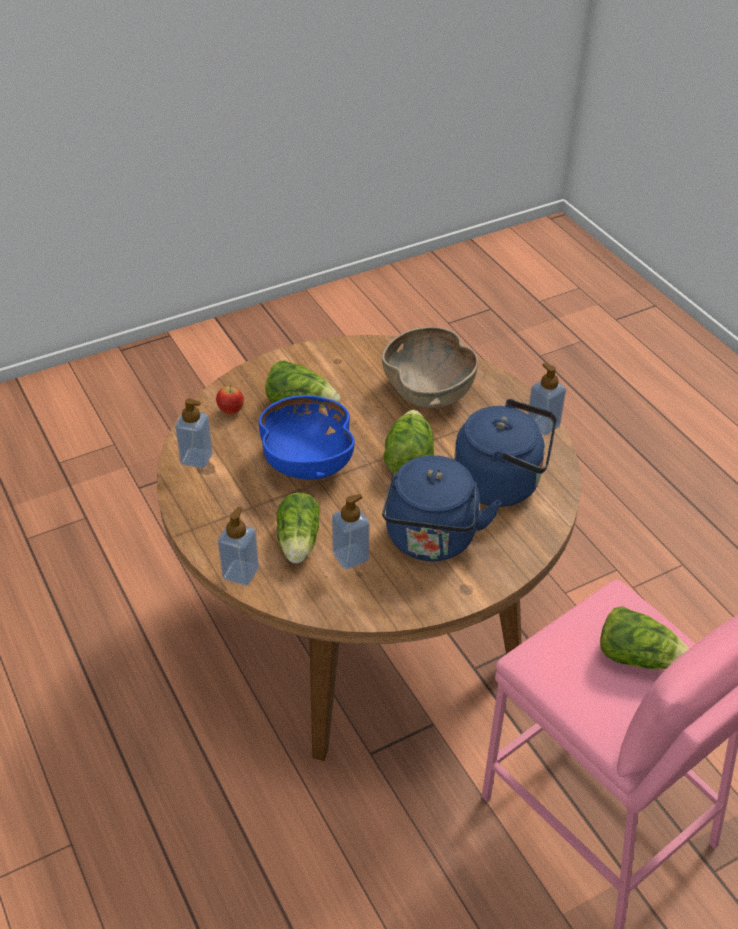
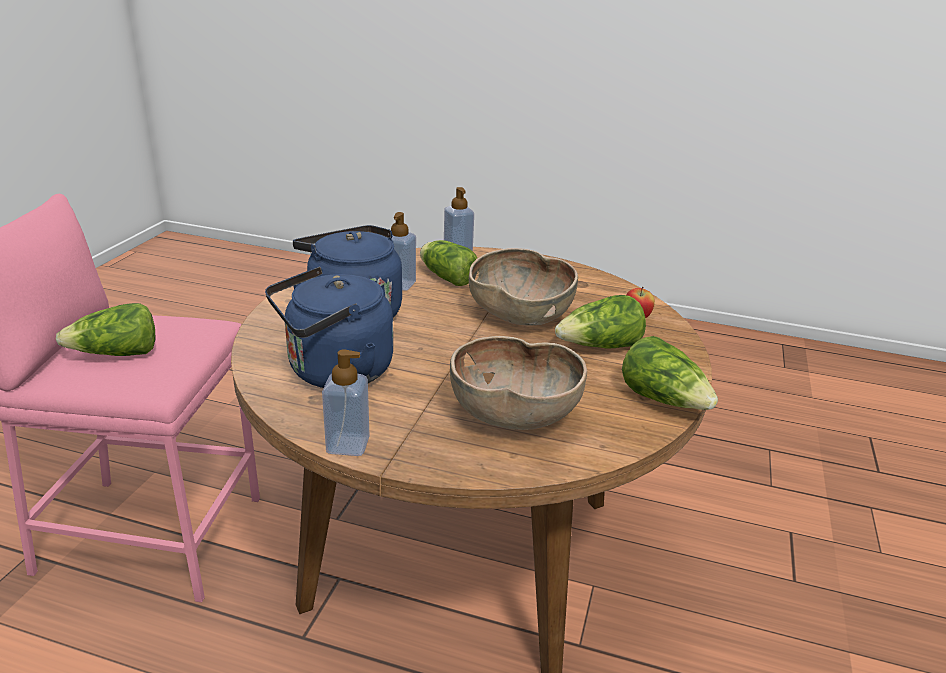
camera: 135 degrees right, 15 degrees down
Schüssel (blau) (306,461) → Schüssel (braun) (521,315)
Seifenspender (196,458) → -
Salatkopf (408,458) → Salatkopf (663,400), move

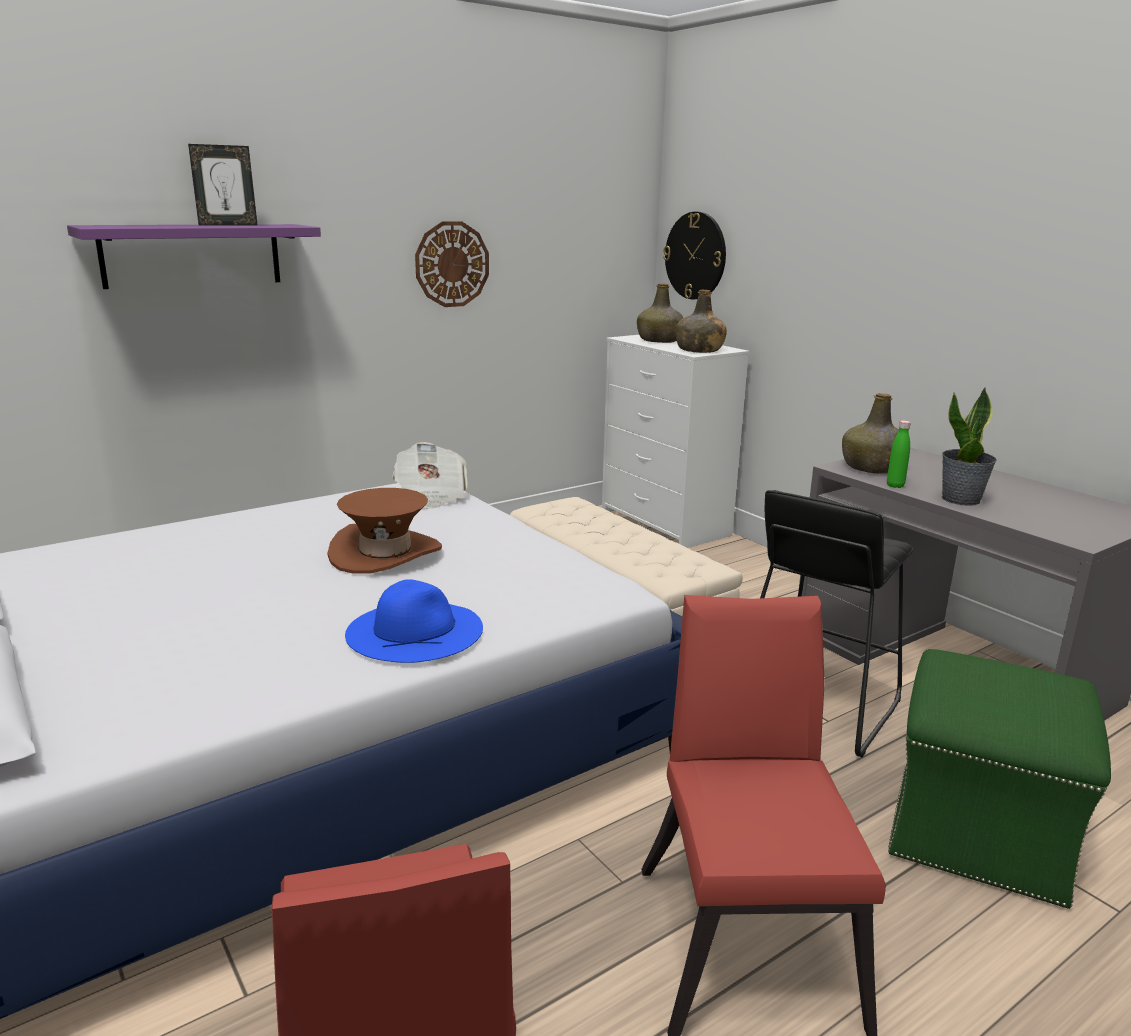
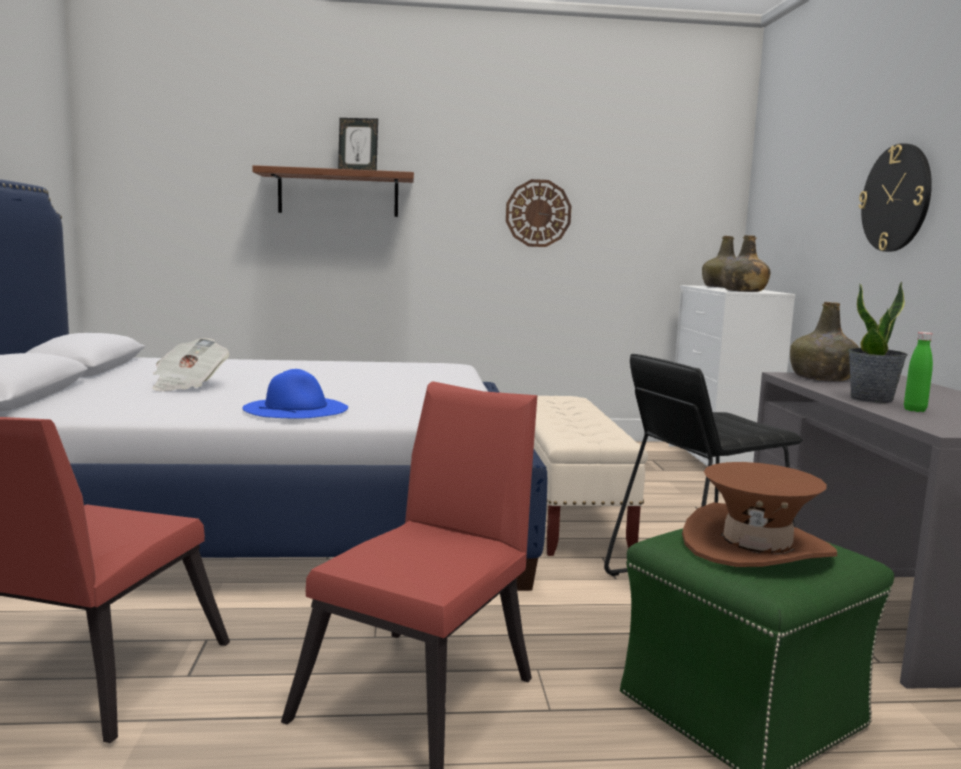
camera: 30 degrees right, 10 degrees down
Wanduhr (695,256) → Wanduhr (896,198), move
Wandregal (lila) (192,255) → Wandregal (braun) (338,194)
Flasche (grün) (895,486) → Flasche (grün) (914,410), move
Zeitung (431,496) → Zeitung (188,385), move
Hut (braun) (385,553) → Hut (braun) (756,547), move

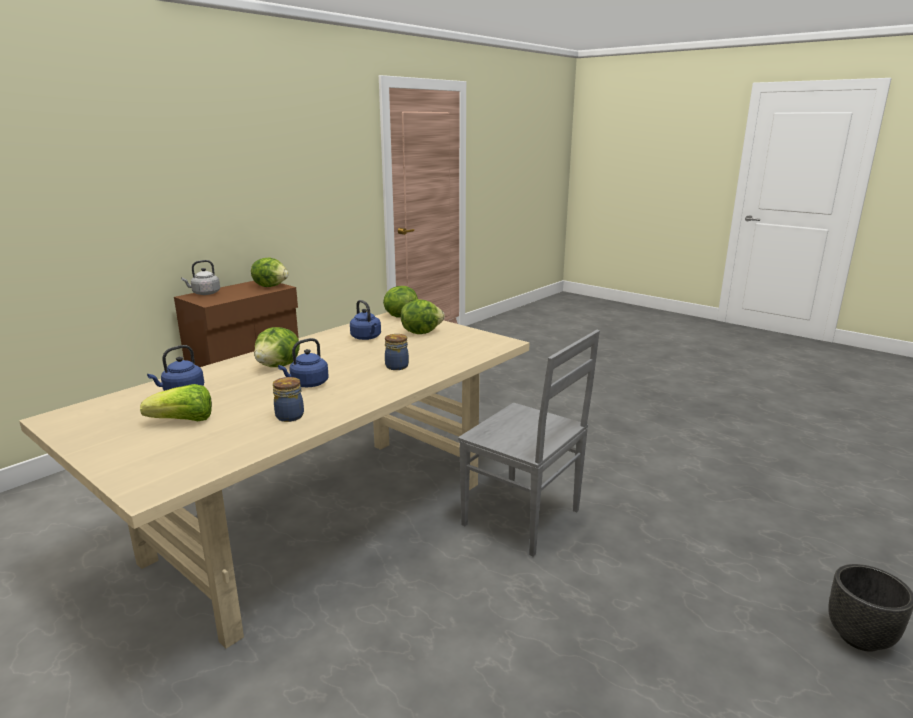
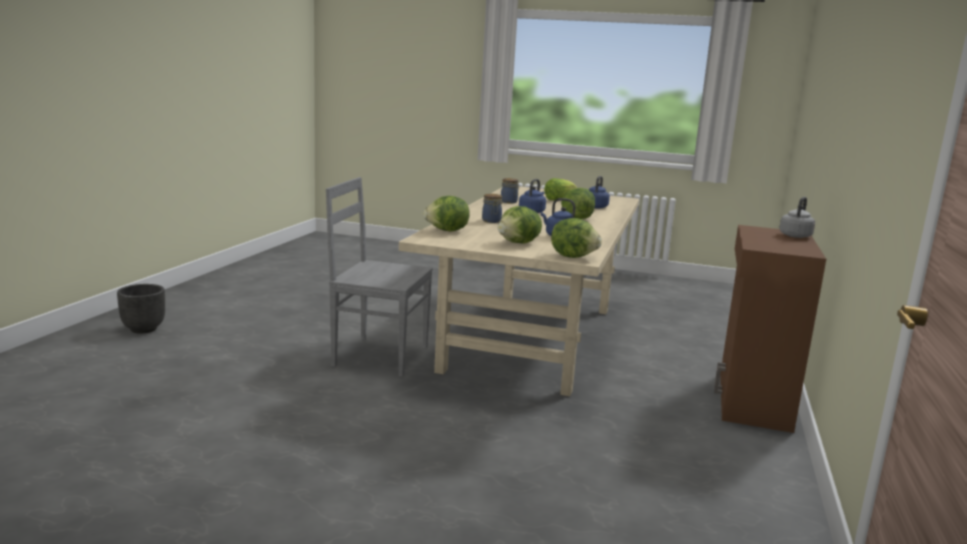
camera: 155 degrees right, 5 degrees down
Salatkopf (271,286) → Salatkopf (447,231), move

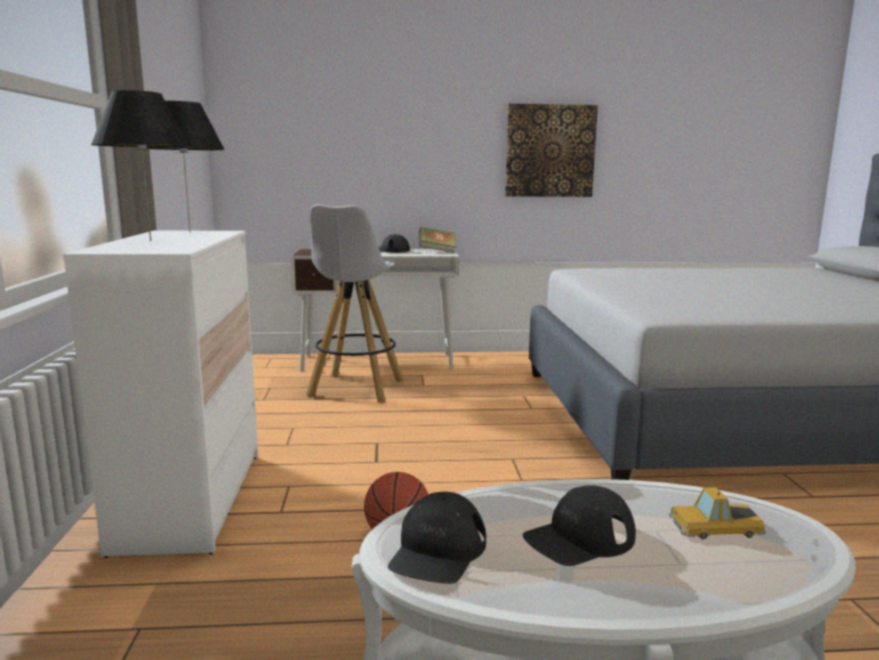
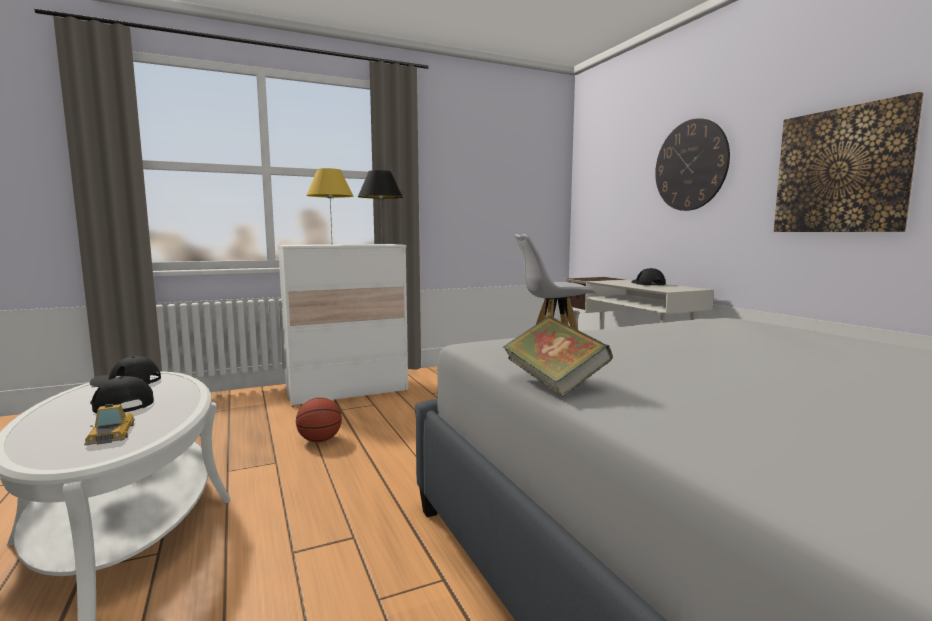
camera: 70 degrees right, 5 degrees down
Tischlampe (schwarz) (151,241) → Tischlampe (gelb) (332,244)
Buch (437,252) → Buch (554,382), move
- → Wanduhr (690,165)

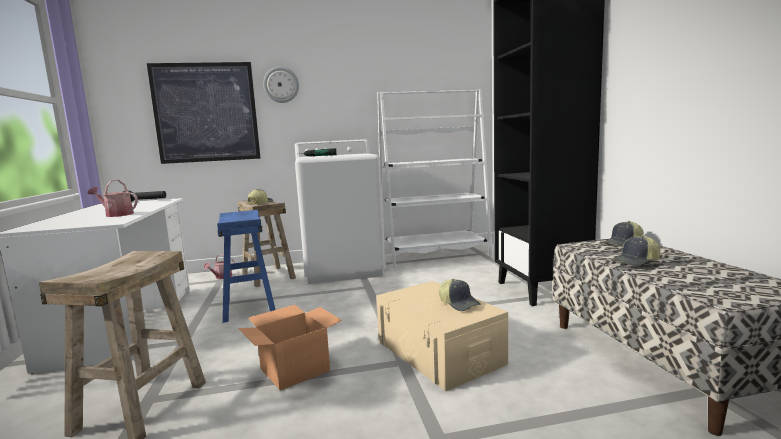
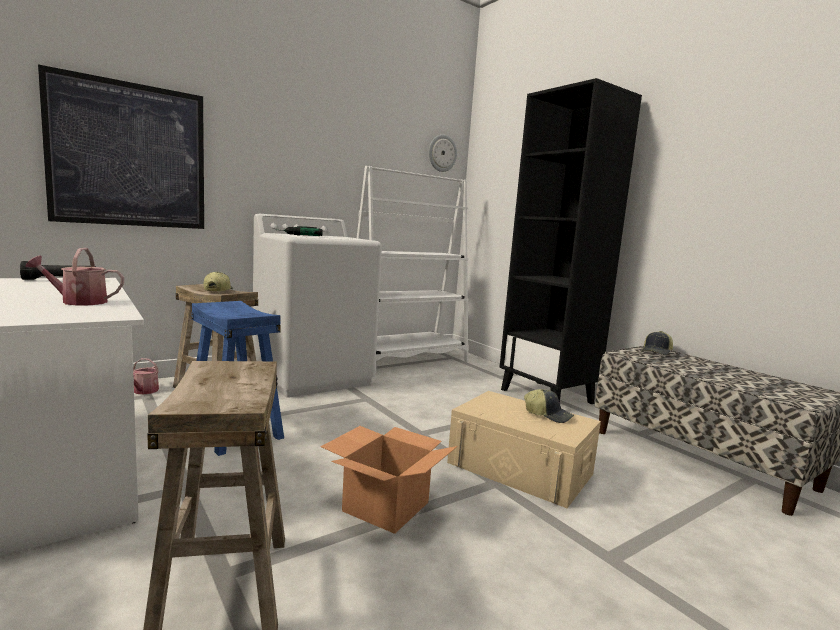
camera: 25 degrees left, 0 degrees up
Wanduhr (281,85) → Wanduhr (442,153), move
Kappe (636,262) → -

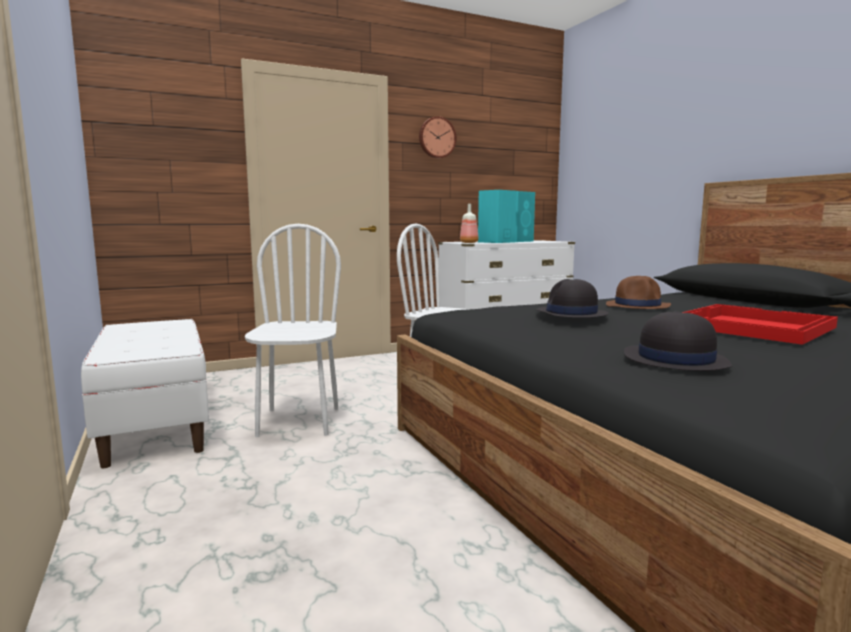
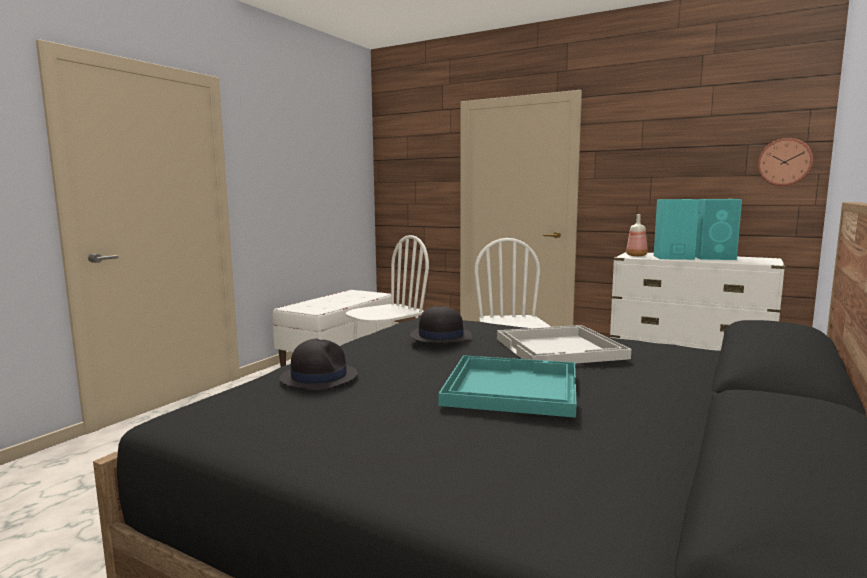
camera: 55 degrees right, 0 degrees up
Wanduhr (436,137) → Wanduhr (784,162), move
Hut (braun) (638,306) → Tablett (weiß) (560,348)
Tablett (rot) (751,326) → Tablett (türkis) (510,387)

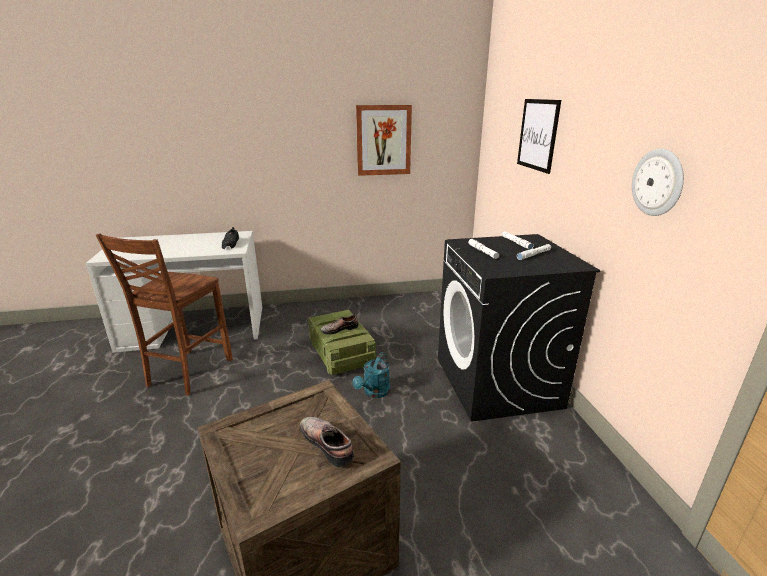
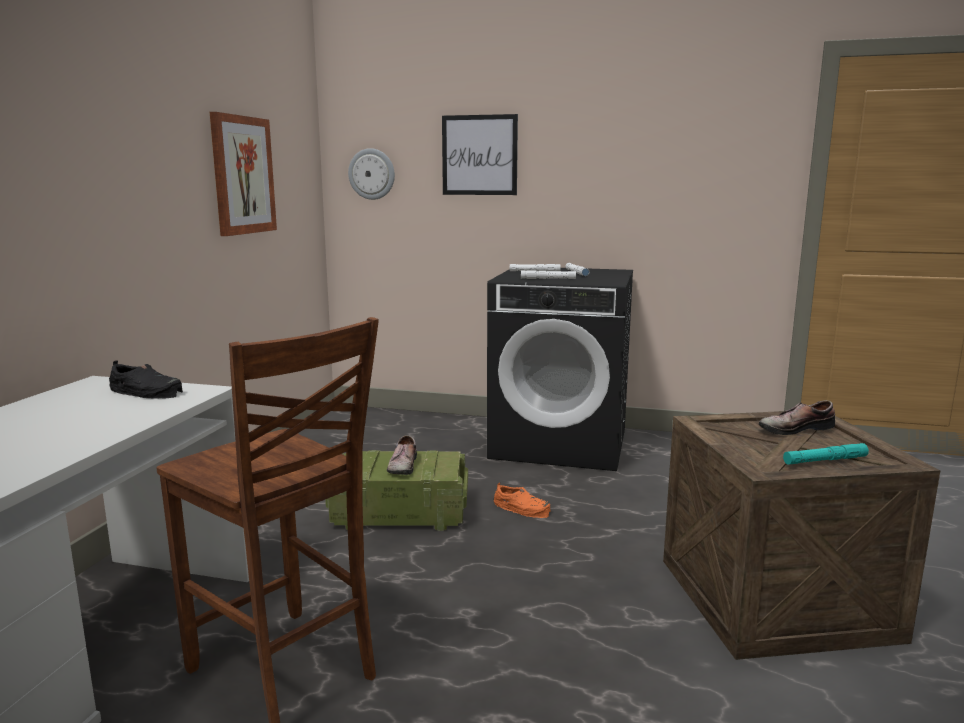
camera: 65 degrees left, 10 degrees down
Wanduhr (658,182) → Wanduhr (372,174), move
Gießkanne (türkis) (374,393) → Schuh (orange) (522,508)
- → Taschenlampe (türkis) (825,460)

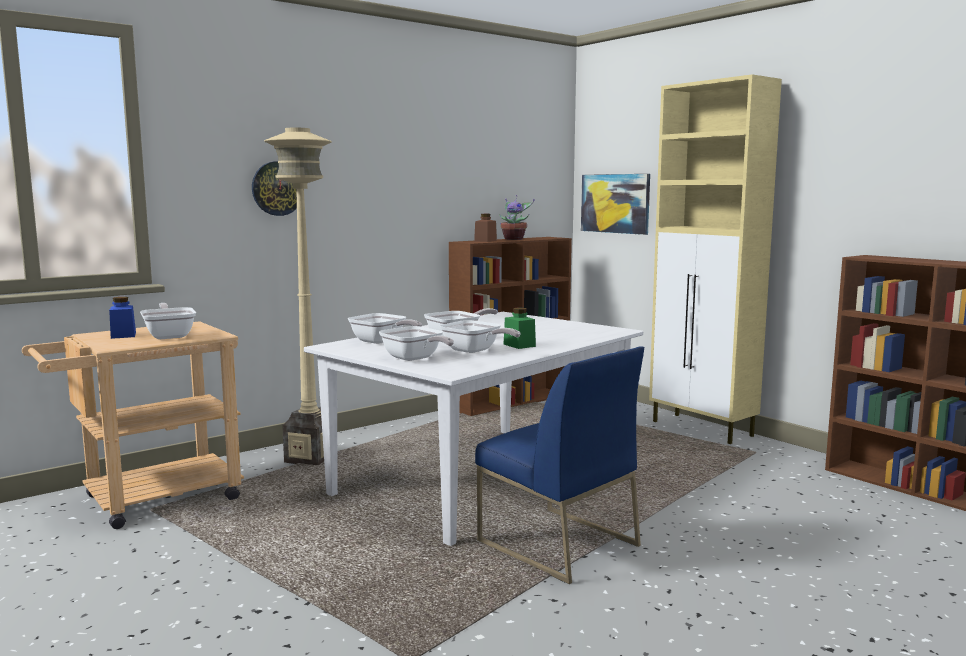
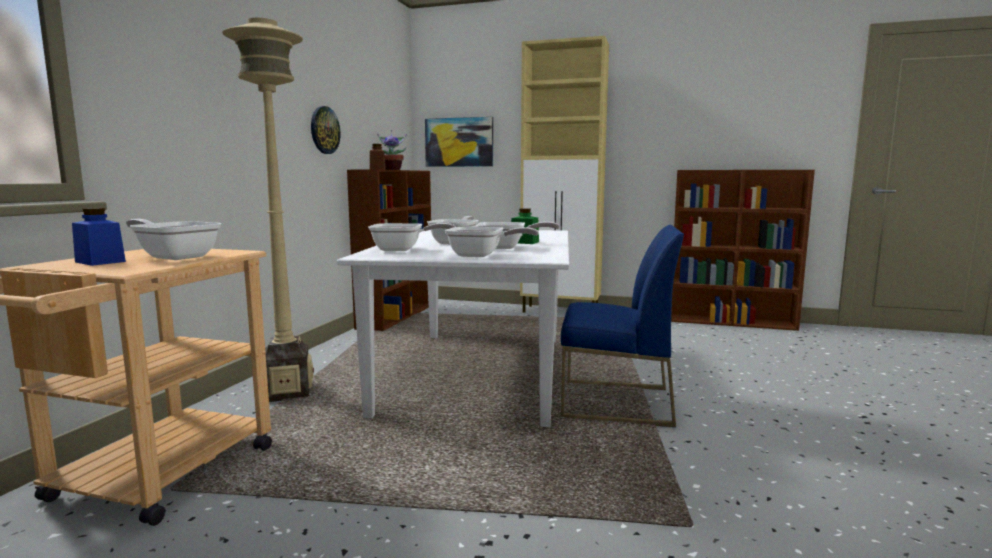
camera: 35 degrees left, 0 degrees up
Wanduhr (277,188) → Wanduhr (324,130), move

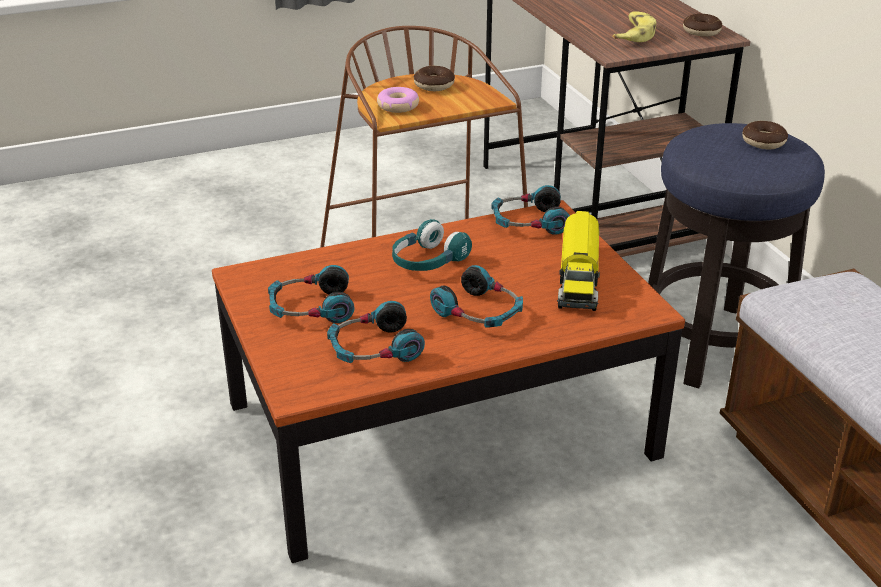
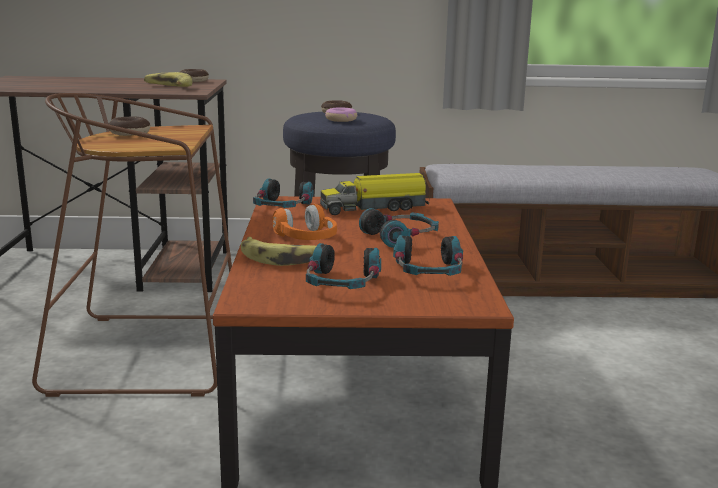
camera: 70 degrees left, 15 degrees down
Donut (398,106) → Donut (341,120), move
Spielzeuglaster (578,276) → Spielzeuglaster (375,208), 135 degrees clockwise
Kopfhörer (türkis) (428,261) → Kopfhörer (orange) (306,239)
- → Banane (281,258)

